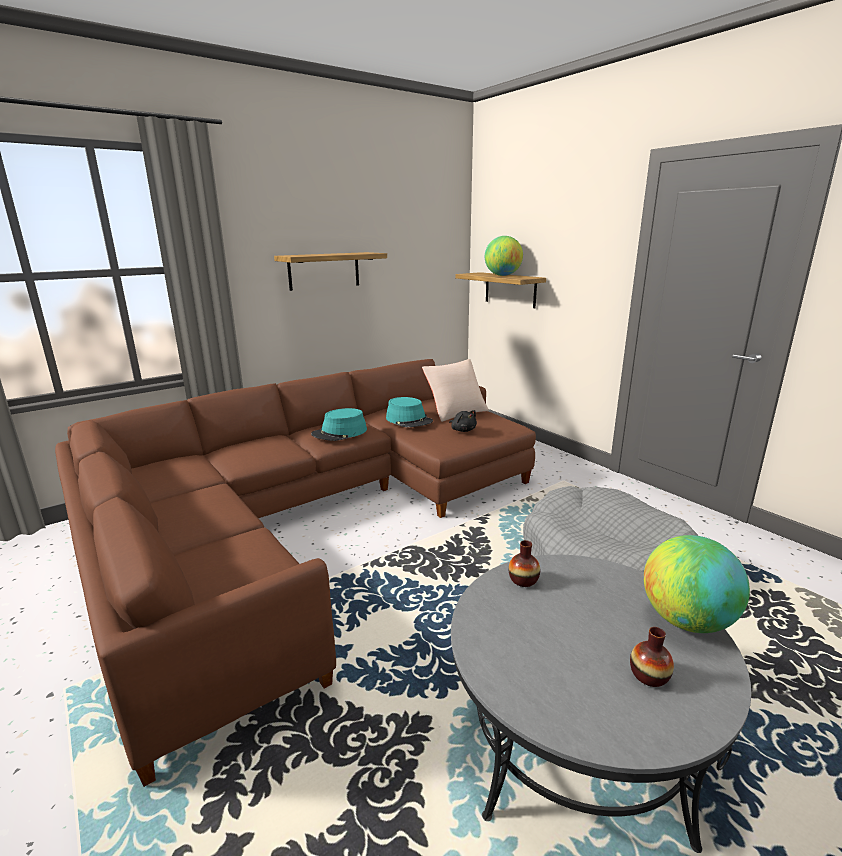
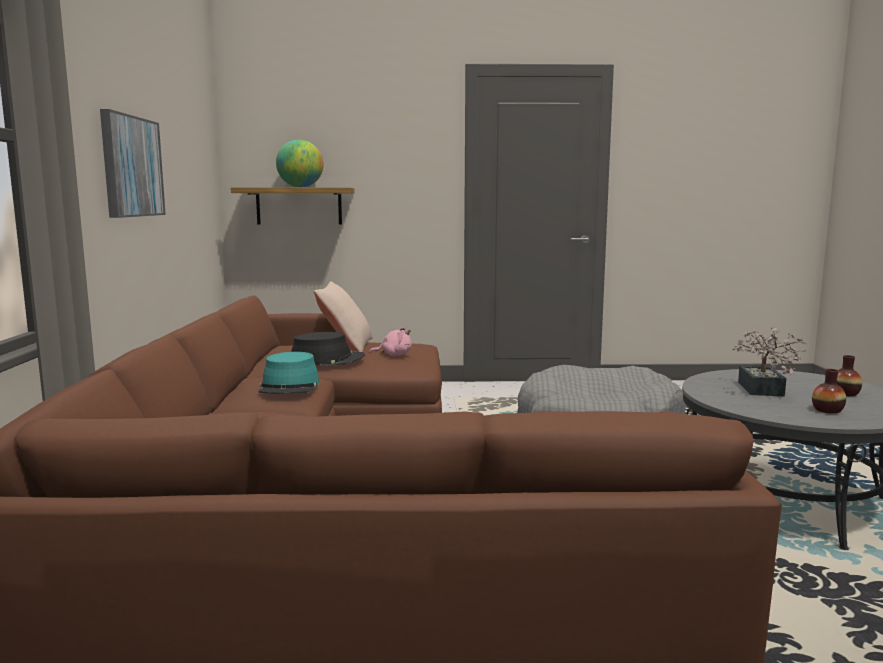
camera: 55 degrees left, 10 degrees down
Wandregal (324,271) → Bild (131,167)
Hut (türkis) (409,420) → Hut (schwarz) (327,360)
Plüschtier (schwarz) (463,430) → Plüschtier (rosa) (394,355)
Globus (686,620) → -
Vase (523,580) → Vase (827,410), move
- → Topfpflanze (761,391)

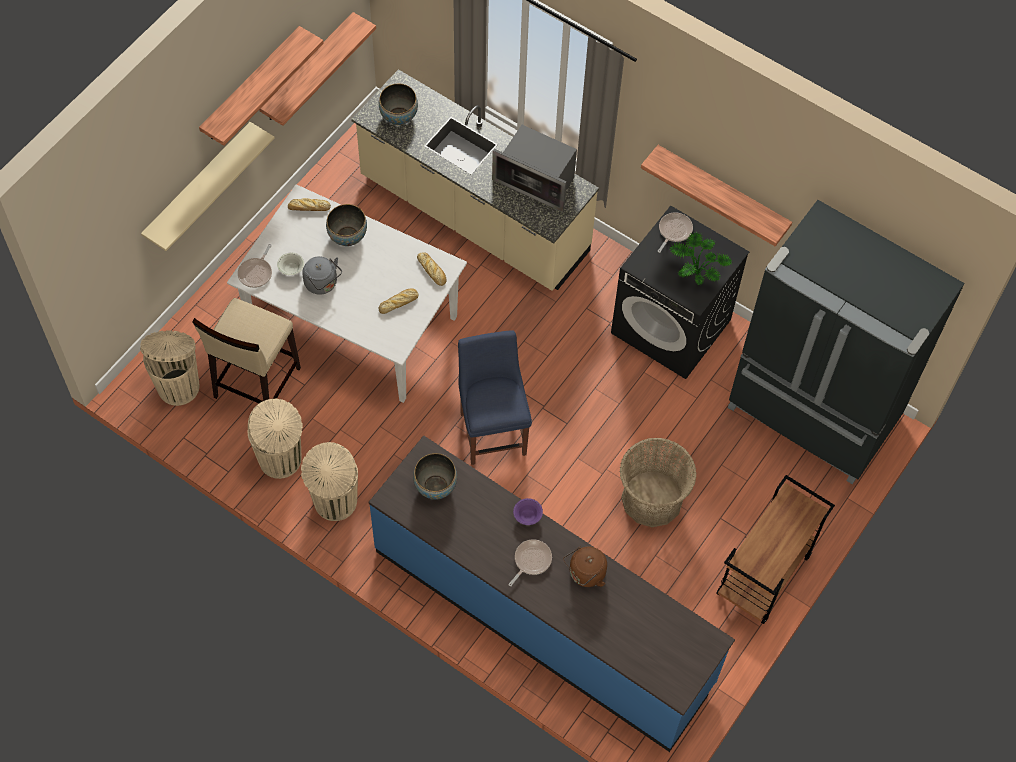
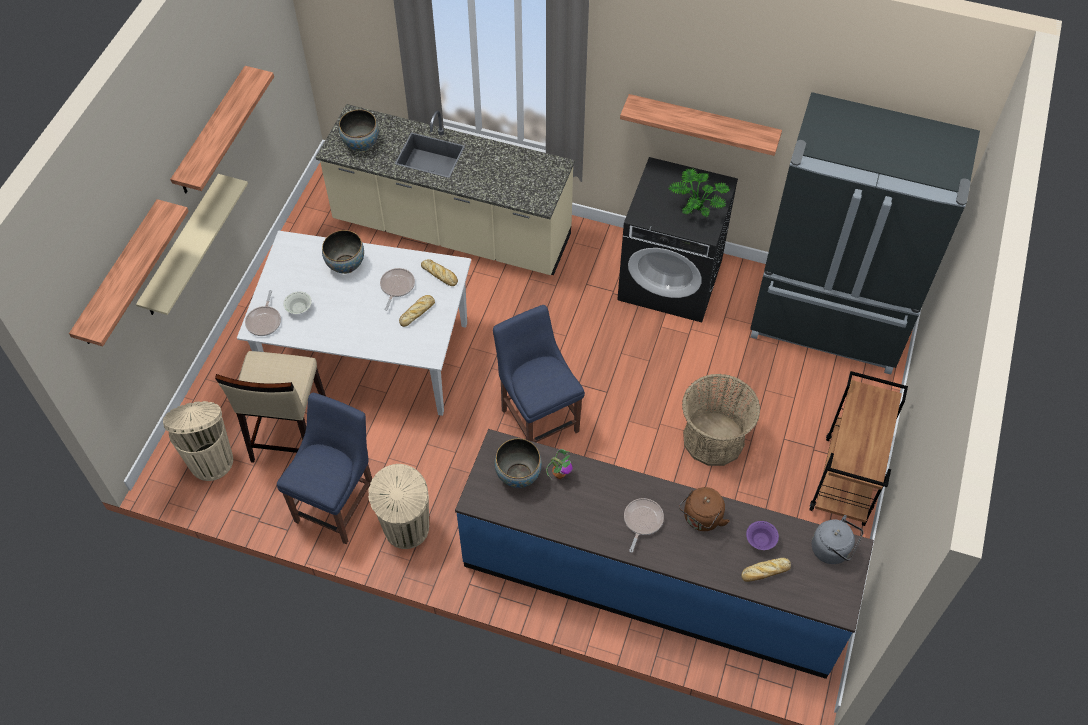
camera: 15 degrees left, 5 degrees down
Wandregal (308,69) → Wandregal (119,275), move
Mikrowelle (537,181) → -
Brot (308,207) → Brot (764,572), move
Pfanne (674,231) → Pfanne (396,287), move
Wasserkessel (grau) (322,284) → Wasserkessel (grau) (833,549), move
Mülleimer (beige) (281,460) → Stuhl (blau) (338,504)
Schüssel (lila) (527,516) → Schüssel (lila) (760,540), move
- → Topfpflanze (559,473)

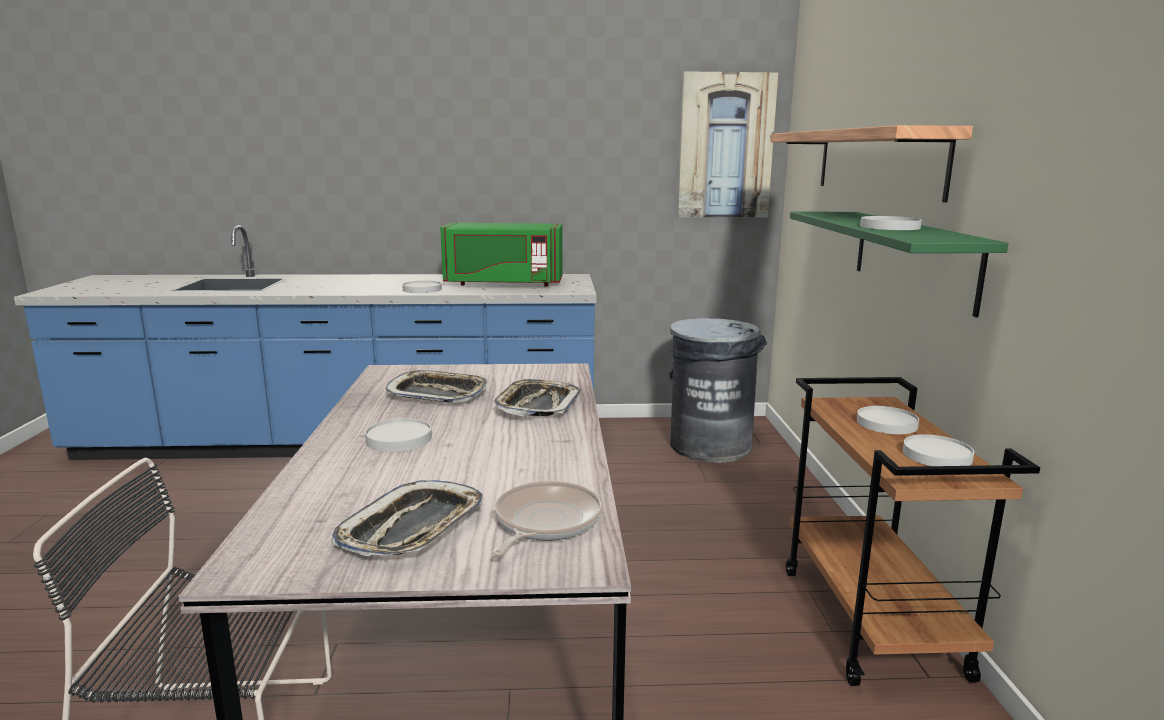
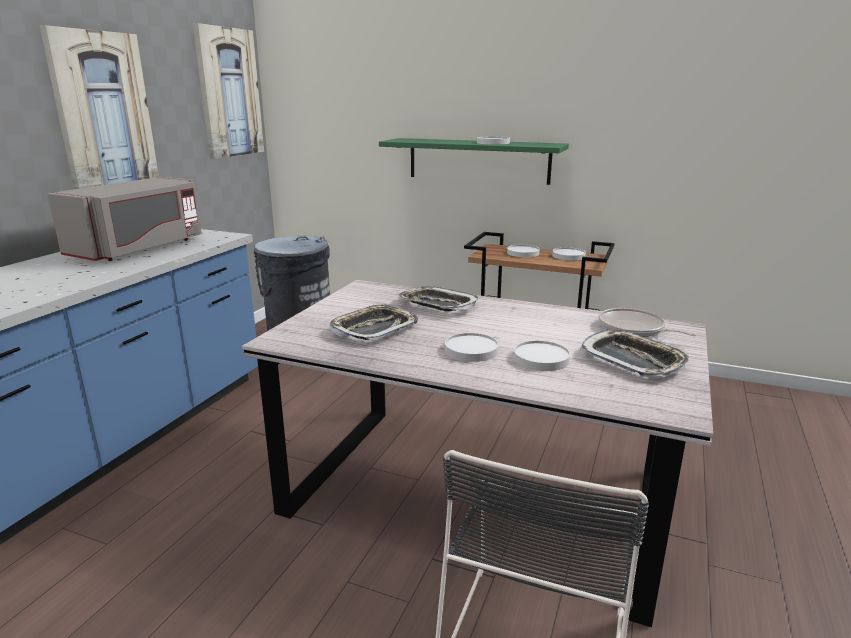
camera: 65 degrees left, 5 degrees up
Wandregal (876,162) → -
Mikrowelle (grün) (503,283) → Mikrowelle (grau) (139,248)
Teller (weiß) (422,289) → Teller (weiß) (541,358), move
- → Bild (104,114)

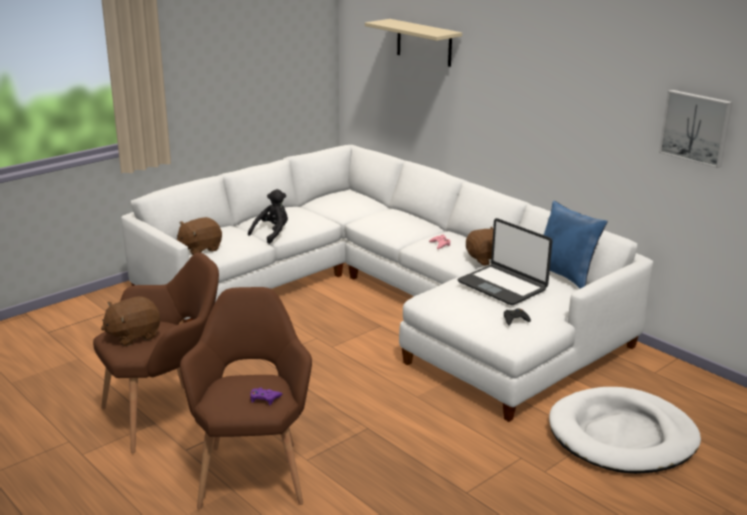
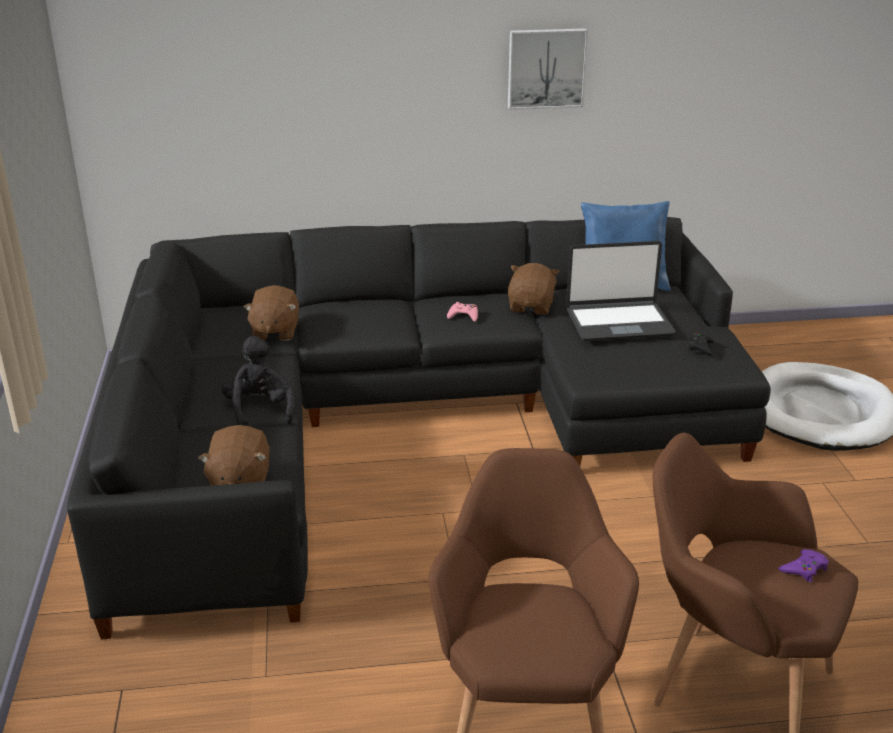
camera: 55 degrees left, 5 degrees up
Wandregal (beige) (424,43) → -
Bild (696,127) → Bild (546,68), move
Sofa (weiß) (387,300) → Sofa (schwarz) (405,424)
Plüschtier (braun) (133,335) → Plüschtier (braun) (274,332), move

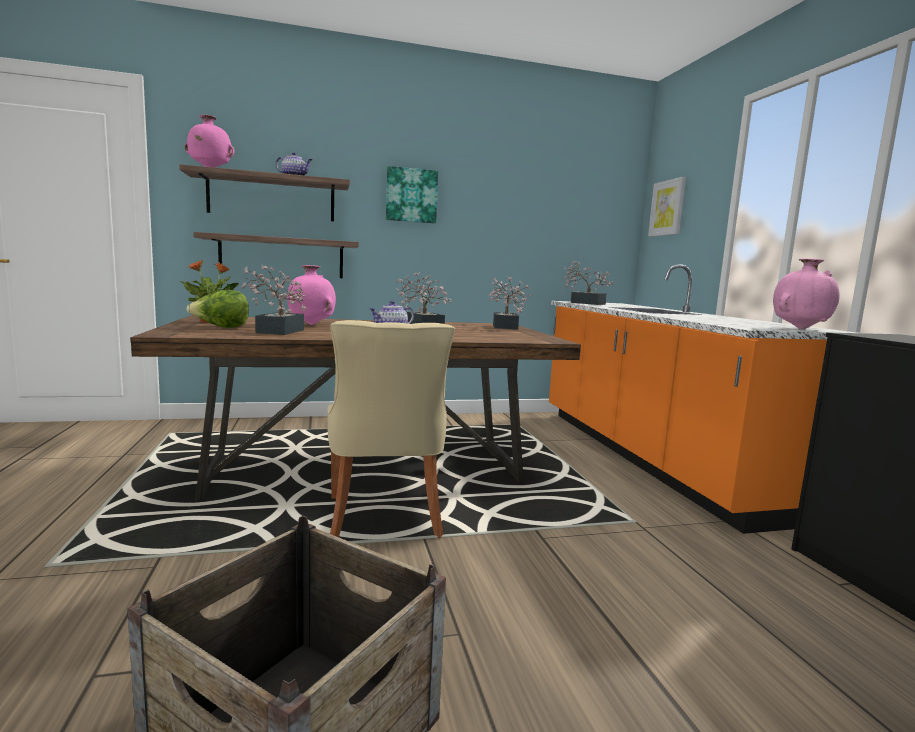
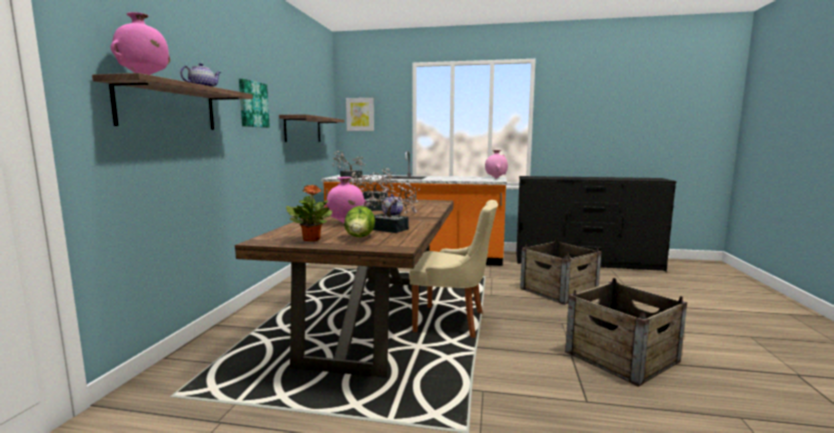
camera: 65 degrees left, 0 degrees up
Wandregal (282,257) → Wandregal (303,129), move
- → Kiste (558,290)

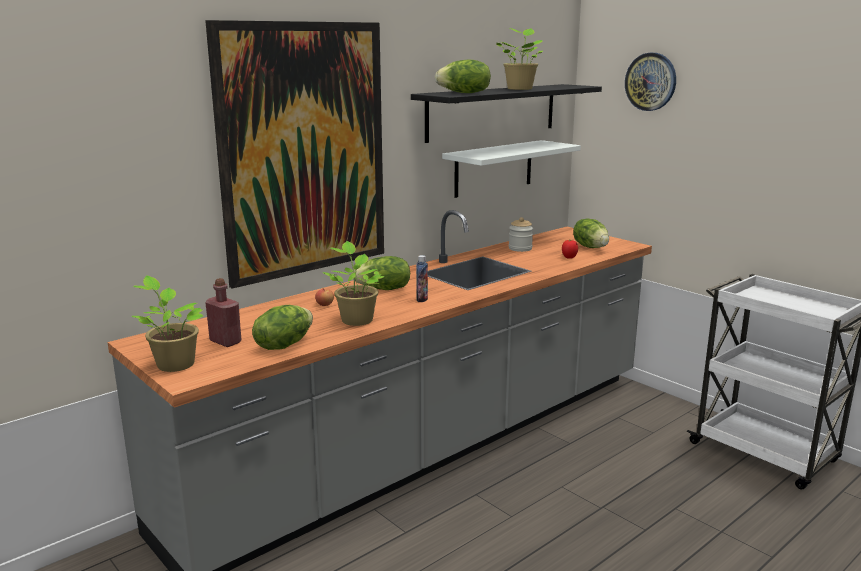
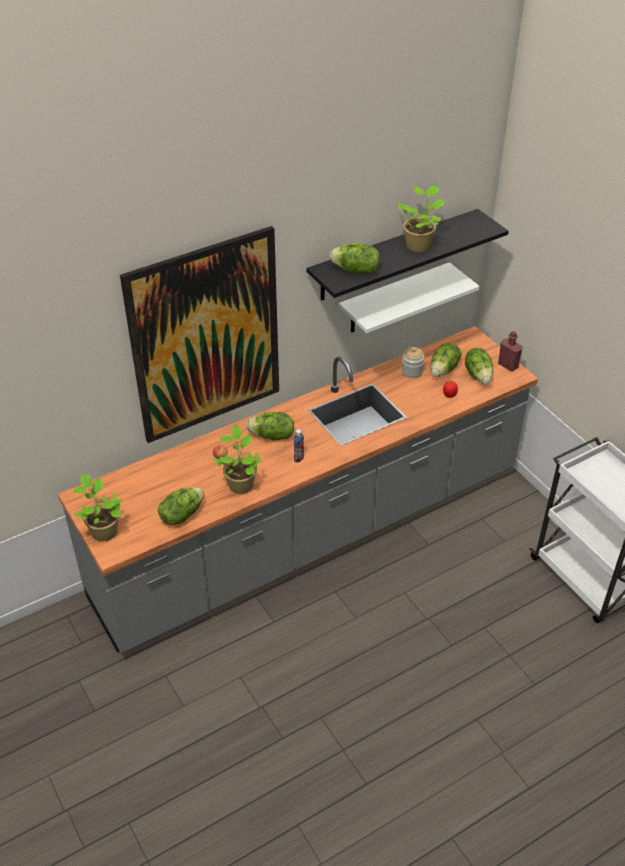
camera: 10 degrees right, 25 degrees up
Wanduhr (651,81) → -
Flasche (rot) (225,341) → Flasche (rot) (508,365), move
- → Salatkopf (444,370)

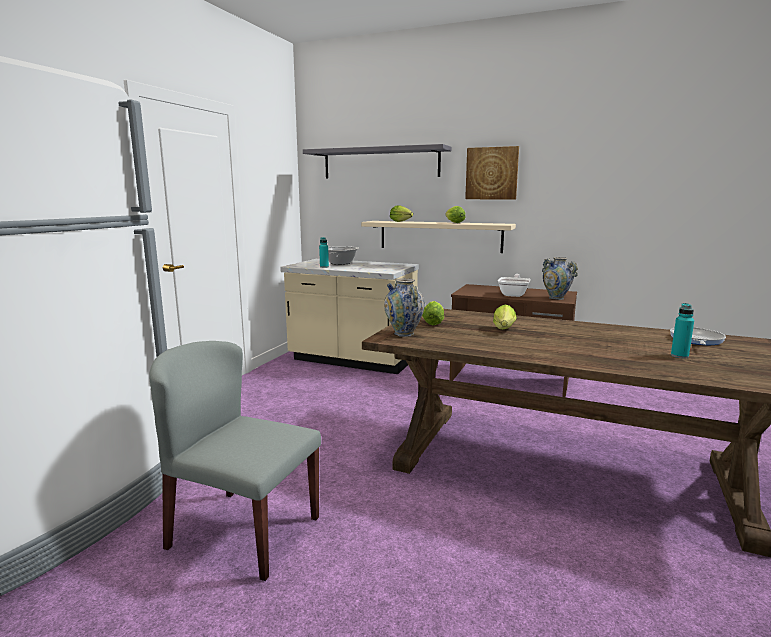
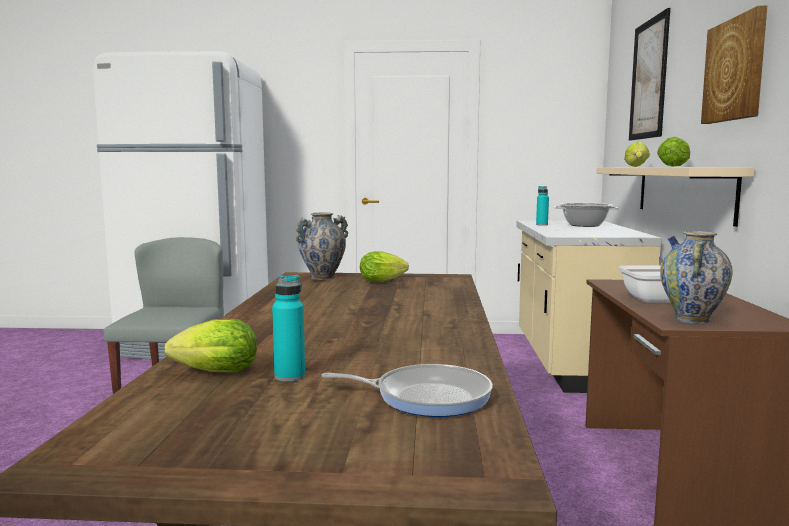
camera: 70 degrees right, 5 degrees down
Wandregal (grau) (380,163) → Bild (649,79)
Salatkopf (504,330) → Salatkopf (212,373), move

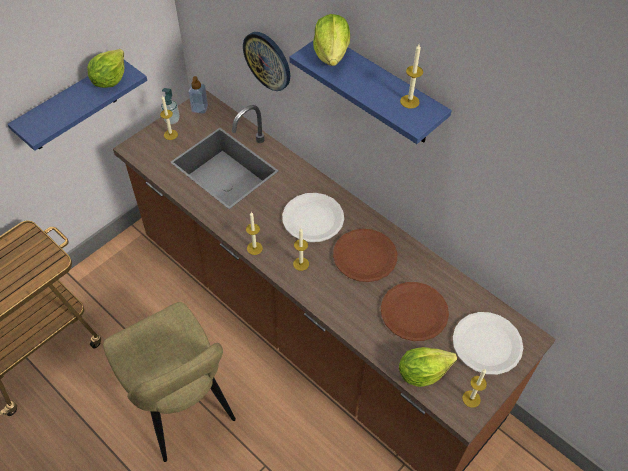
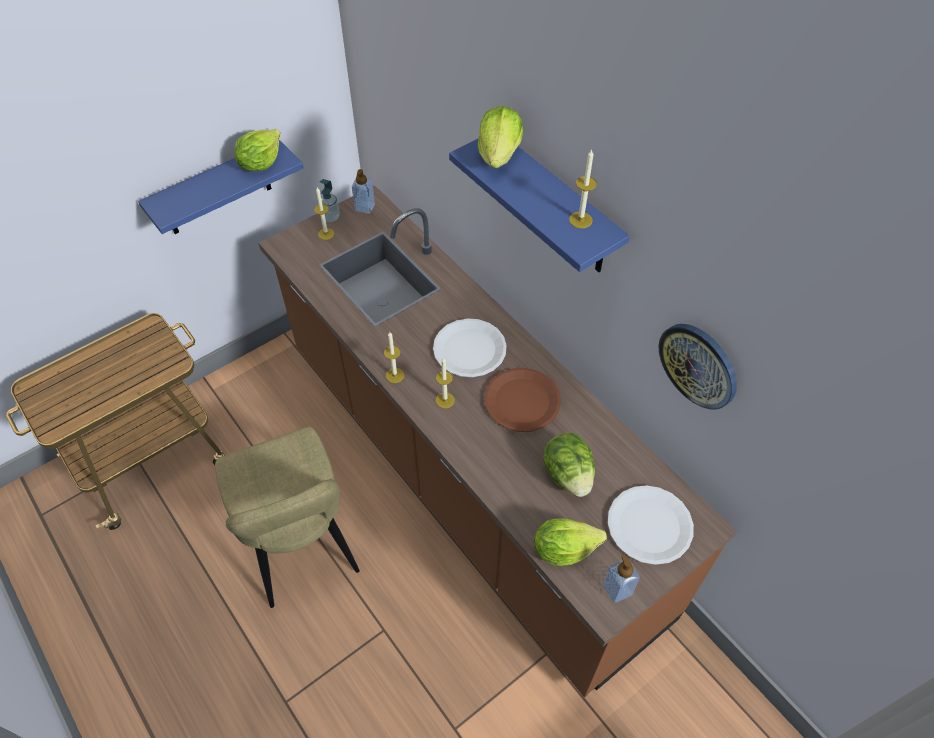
camera: 10 degrees right, 0 degrees up
Wanduhr (267,60) → Wanduhr (698,365), move
Teller (braun) (414,312) → Salatkopf (568,475)
Kerze (471,399) → Seifenspender (617,589)

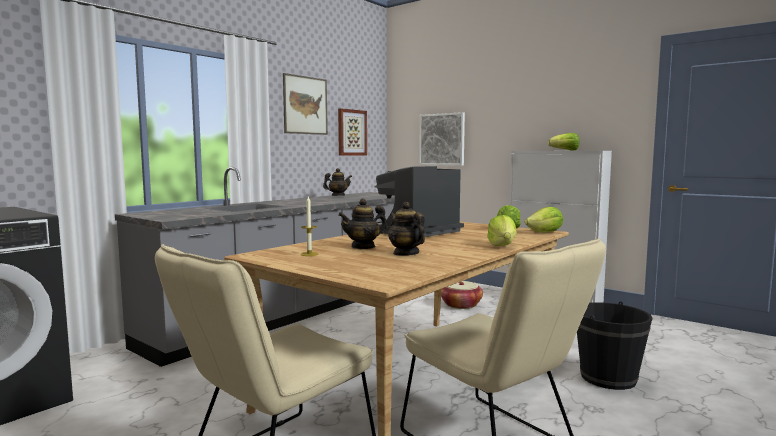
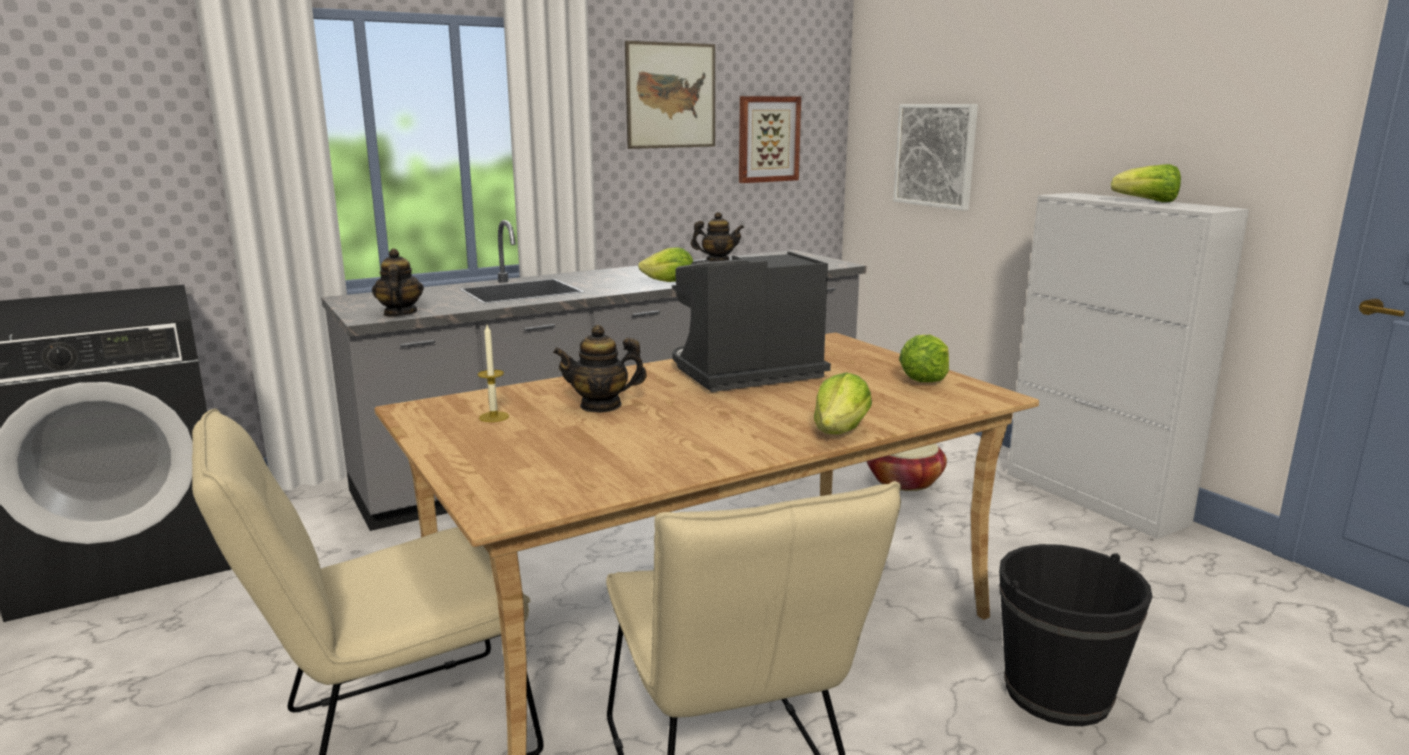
camera: 20 degrees right, 10 degrees up
Teekanne (406,253) → Teekanne (399,313), move
Salatkopf (545,233) → Salatkopf (669,282), move

